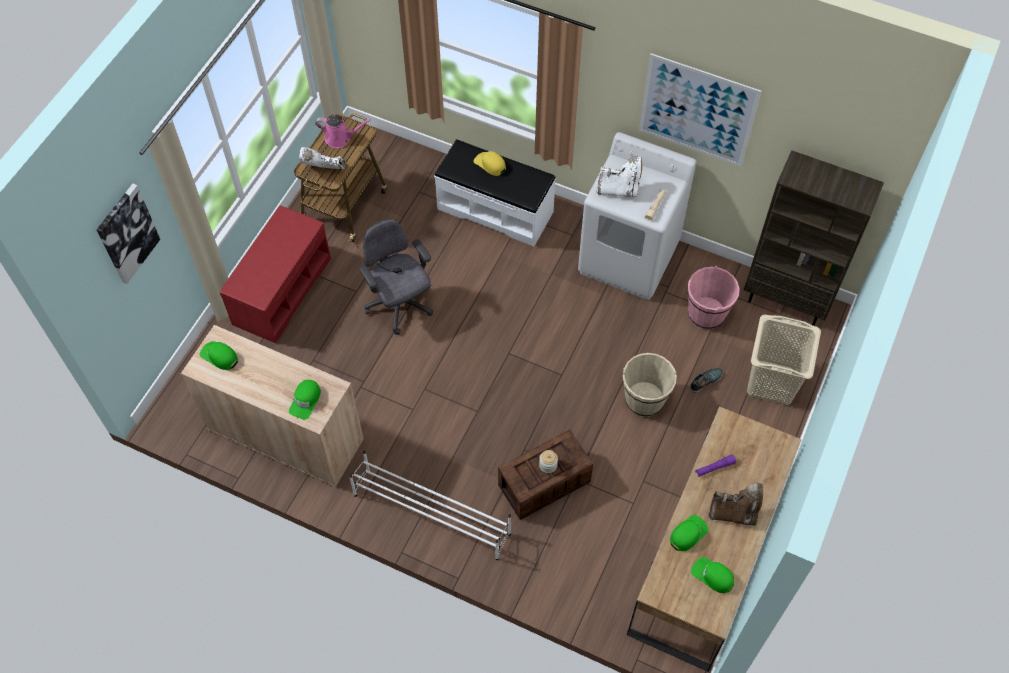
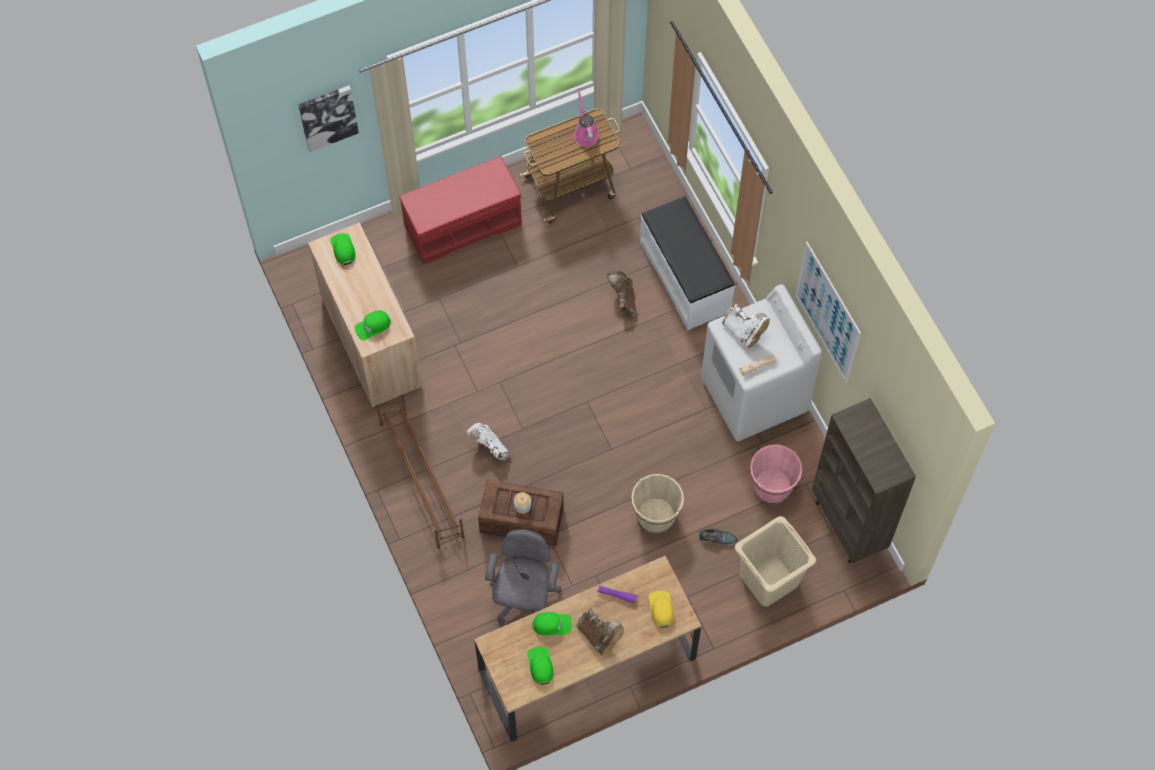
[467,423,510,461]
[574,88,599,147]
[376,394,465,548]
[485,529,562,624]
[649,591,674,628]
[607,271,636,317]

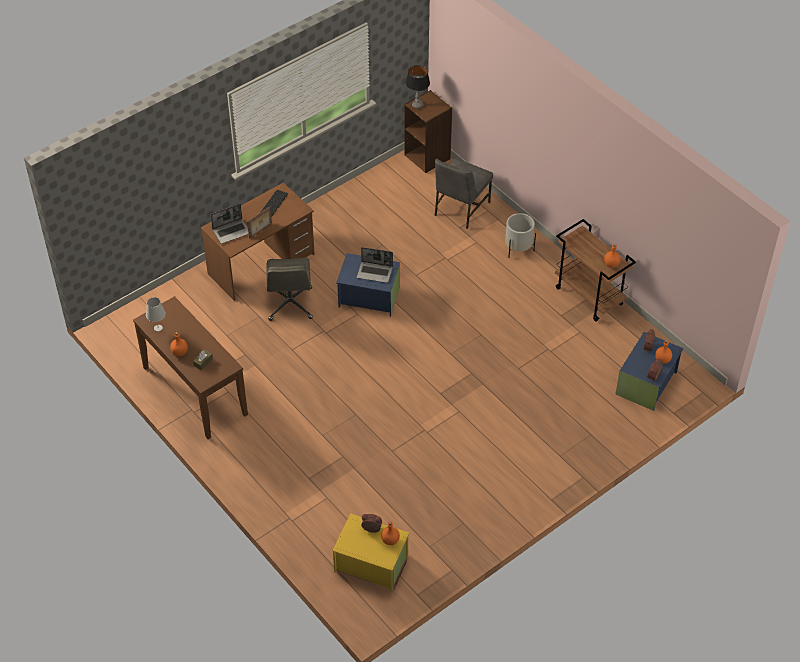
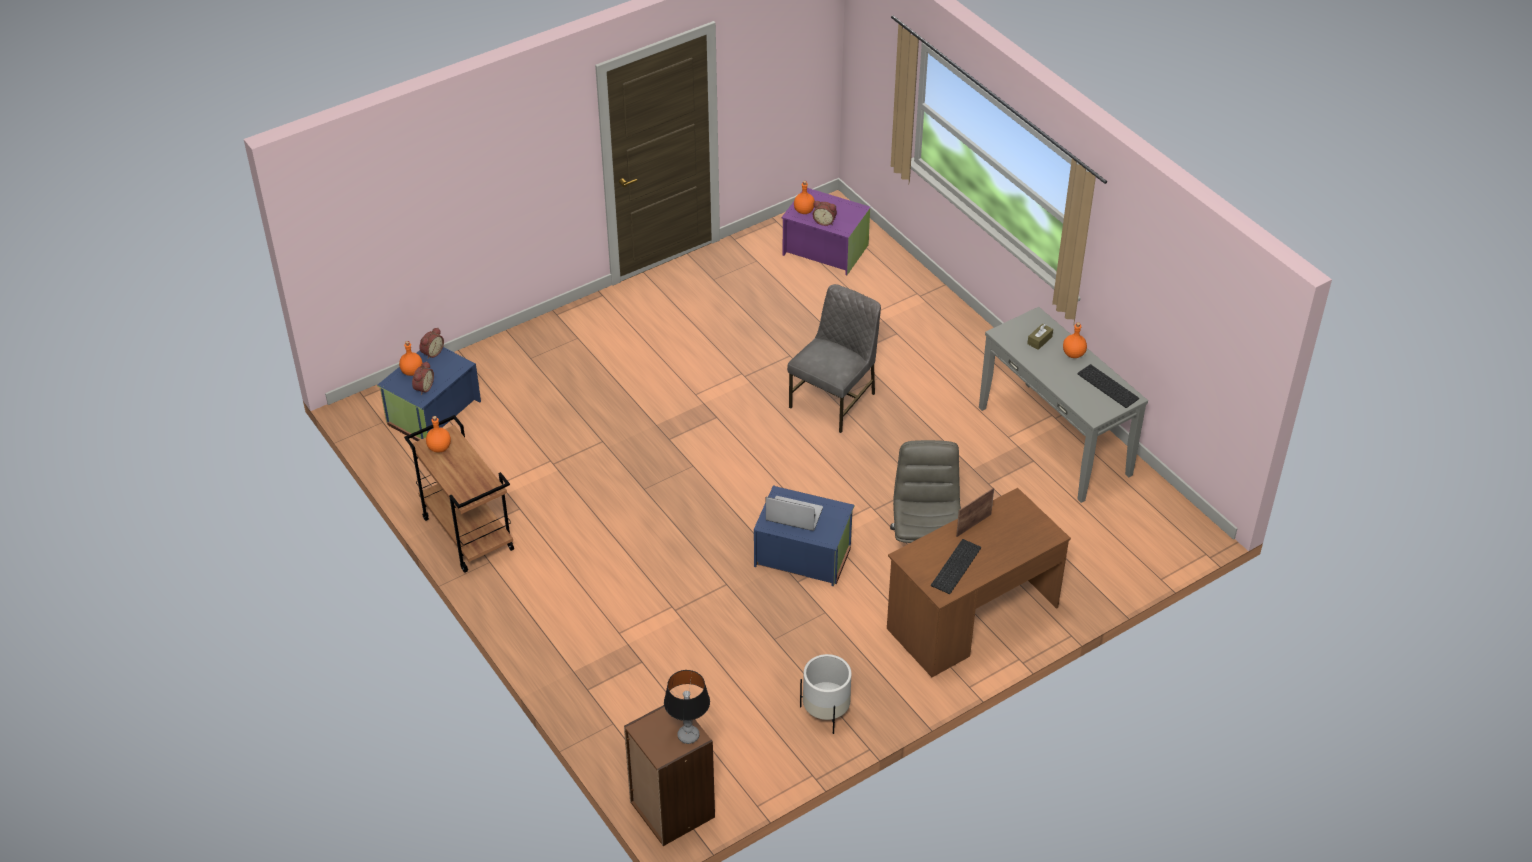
[979,307,1148,503]
[1077,364,1139,408]
[211,204,248,244] (first image)
[782,188,870,275]
[787,284,881,433]
[800,654,852,734]

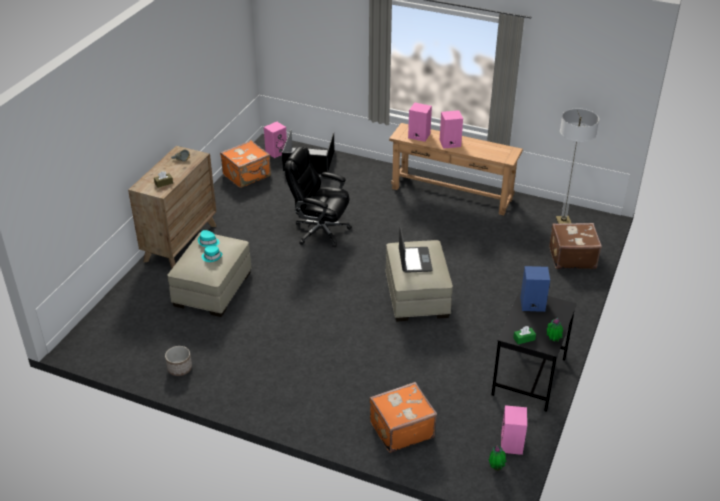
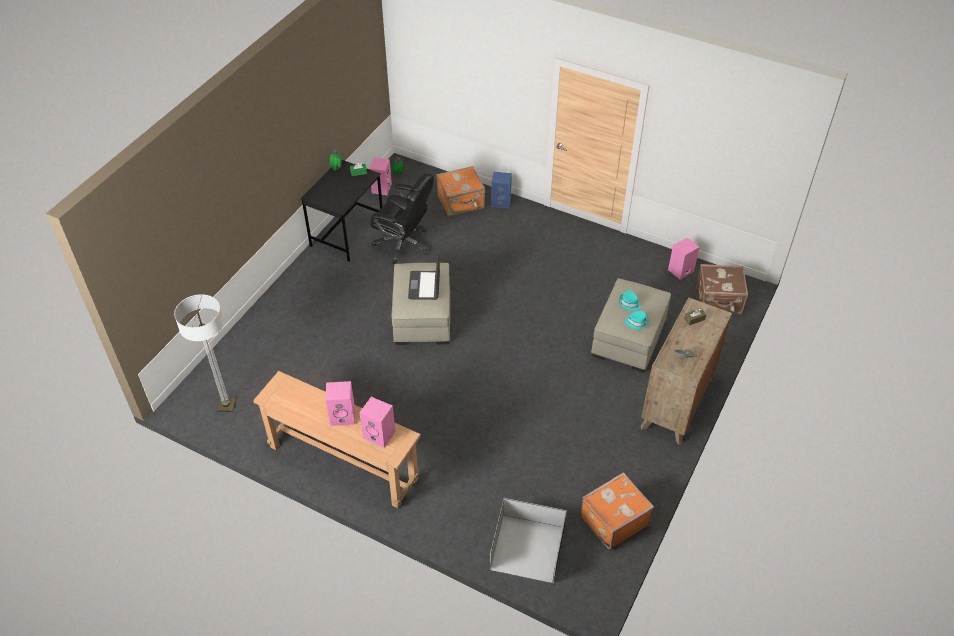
[165,346,192,376] (first image)
[668,237,700,279]
[370,173,434,264]
[491,172,512,208]
[696,264,748,314]

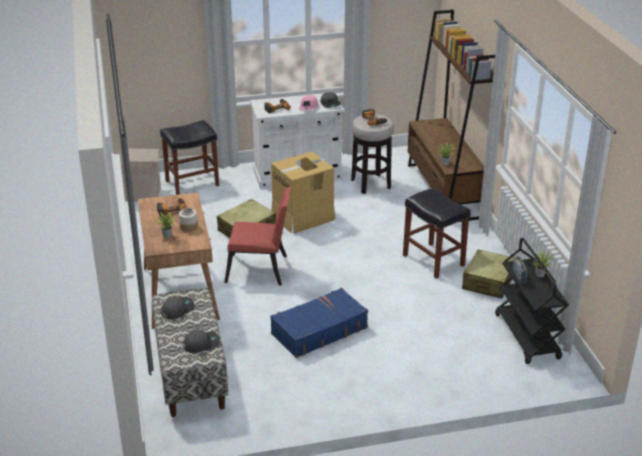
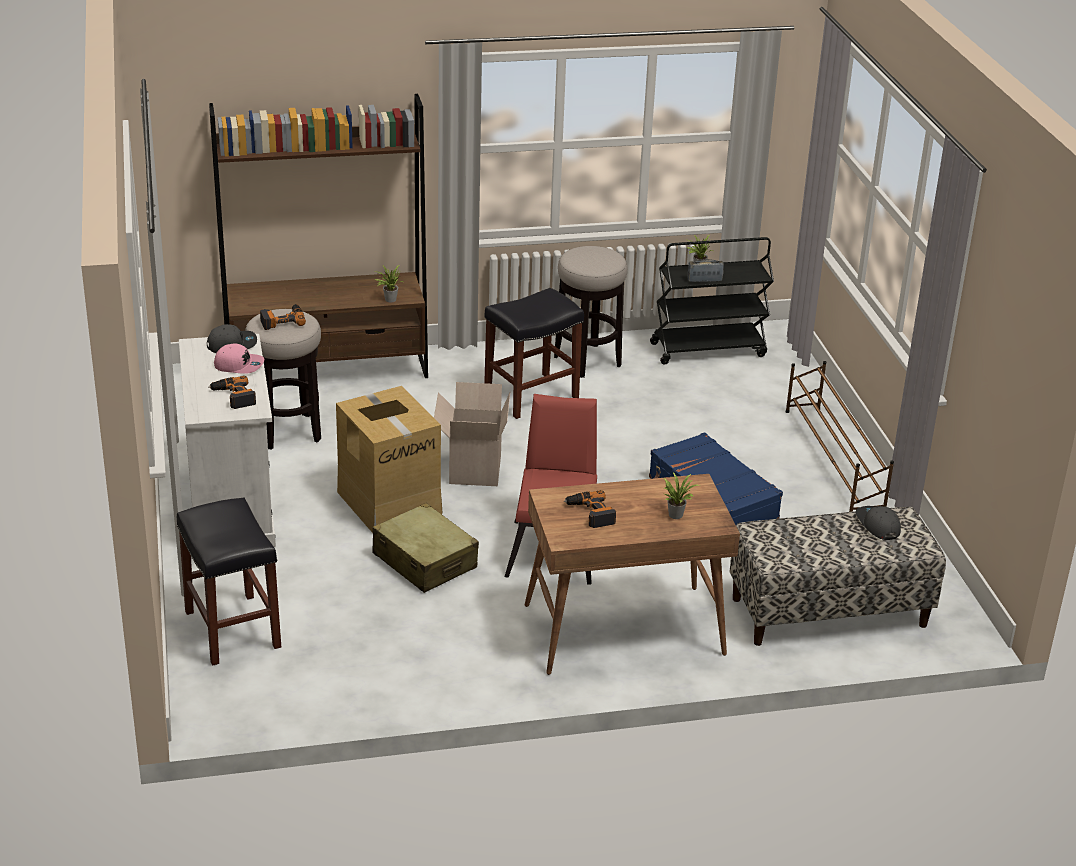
[434,382,510,486]
[161,297,195,320] (first image)
[179,208,198,232] (first image)
[554,246,628,378]
[786,361,894,512]

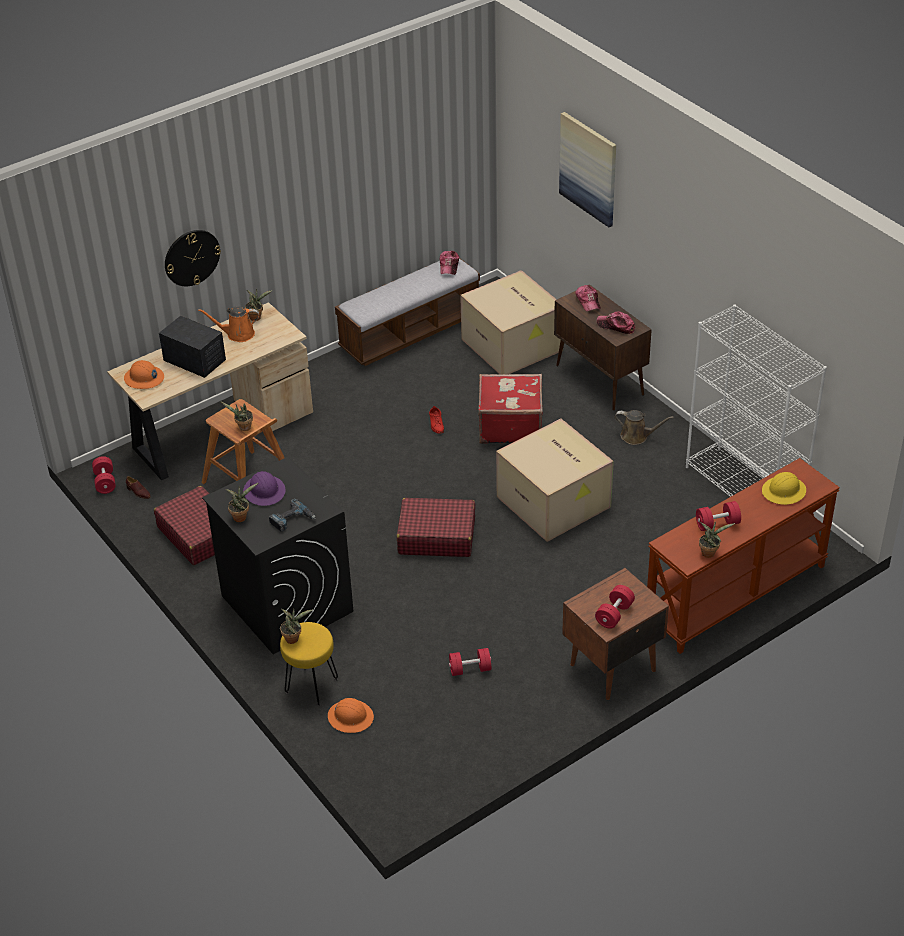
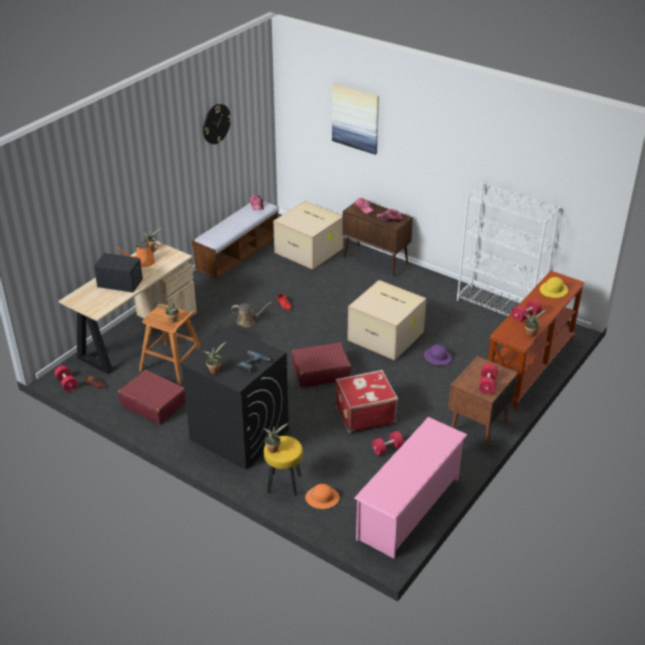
[124,360,164,389] (first image)
[203,104,232,144]
[424,344,452,365]
[335,370,398,434]
[231,302,272,327]
[354,417,467,559]

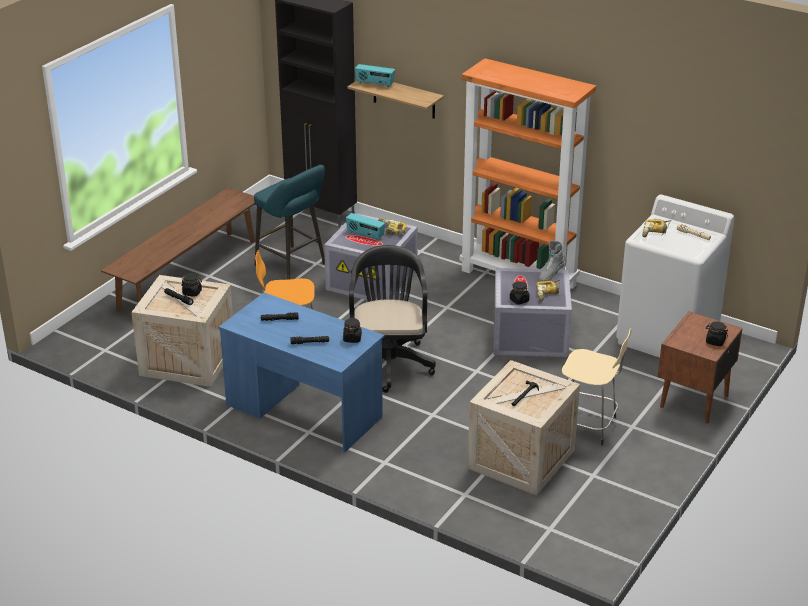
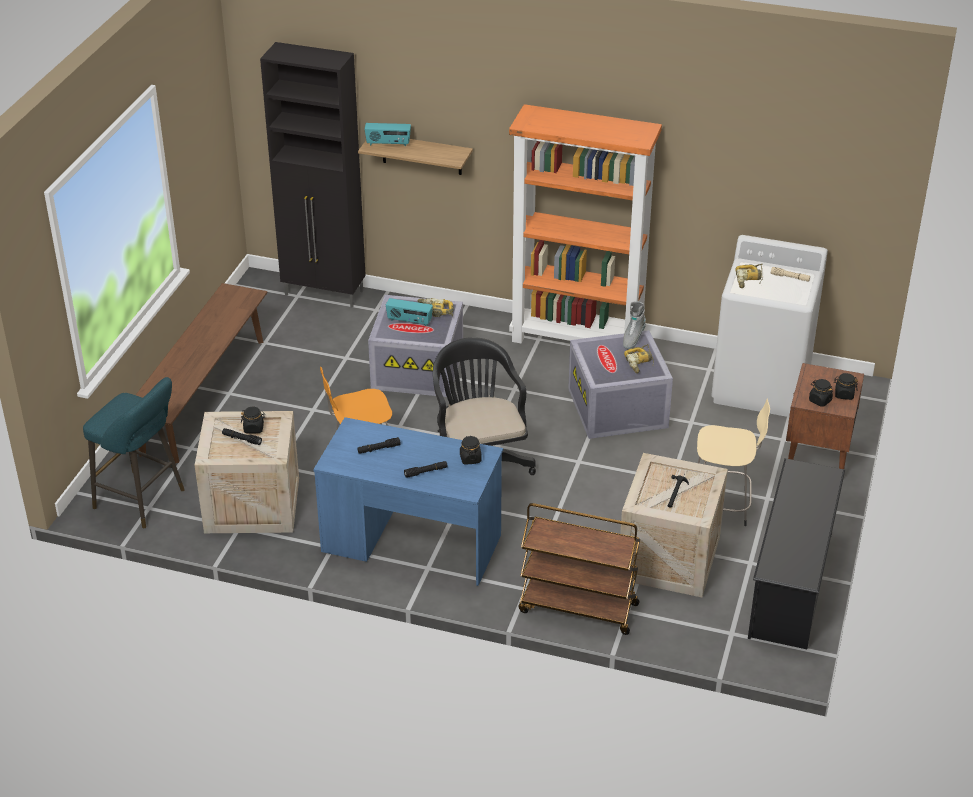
[83,377,185,528]
[809,379,833,407]
[518,503,640,635]
[748,458,845,649]

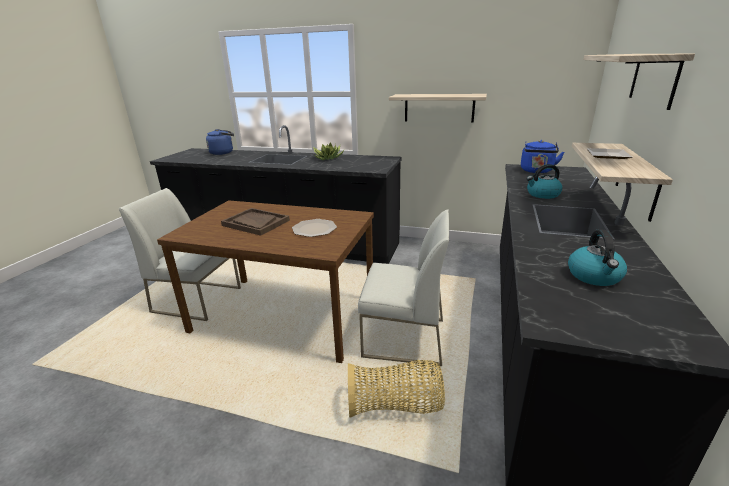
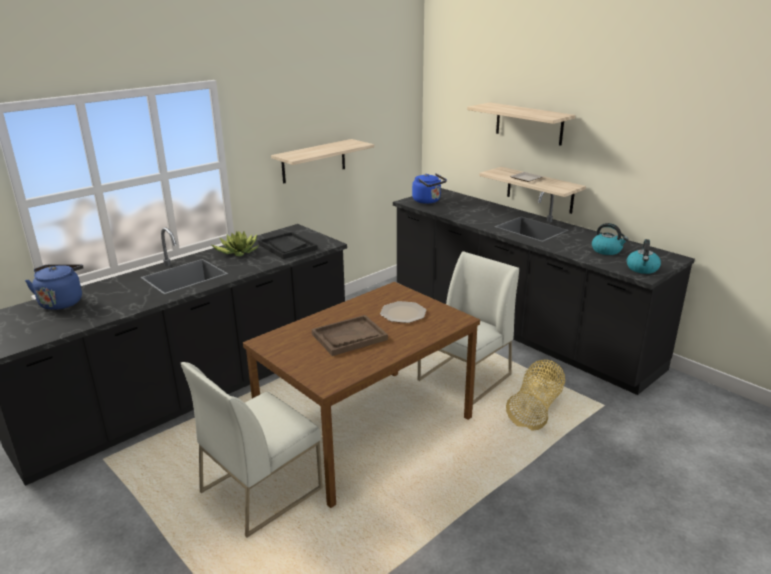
[627,239,661,274]
[258,232,318,259]

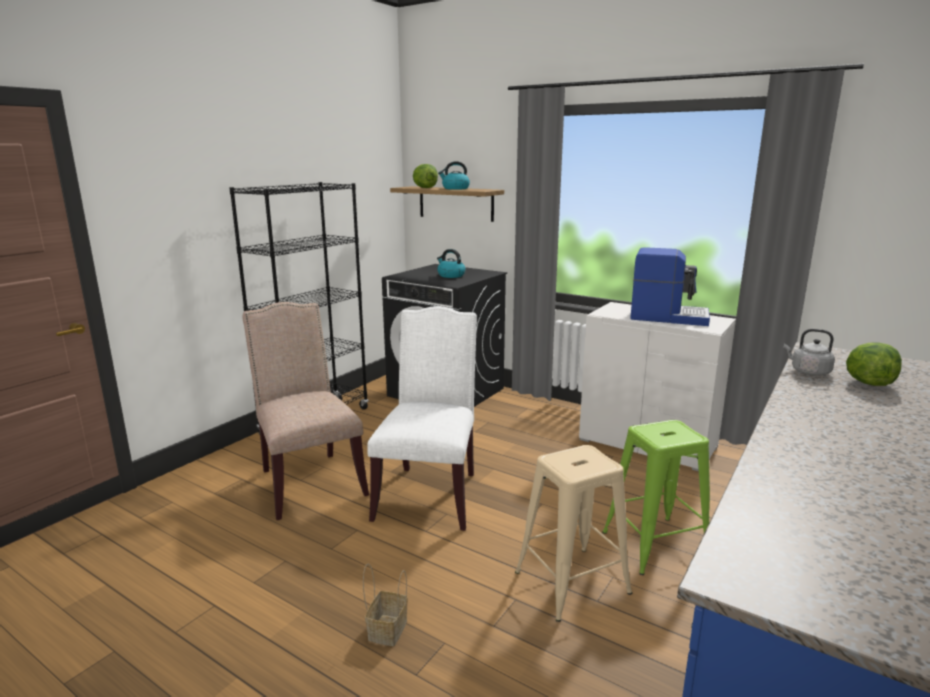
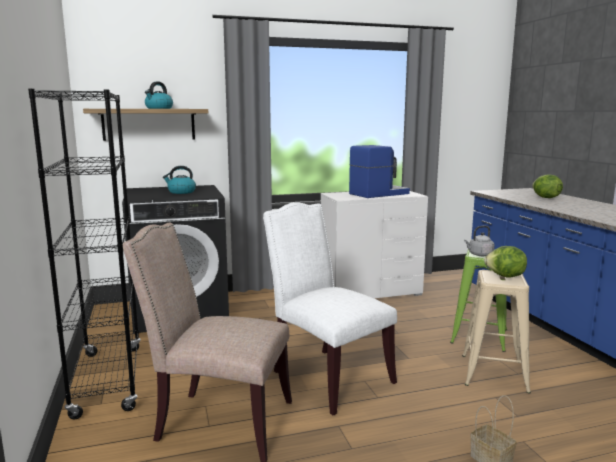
[484,246,527,278]
[464,226,495,256]

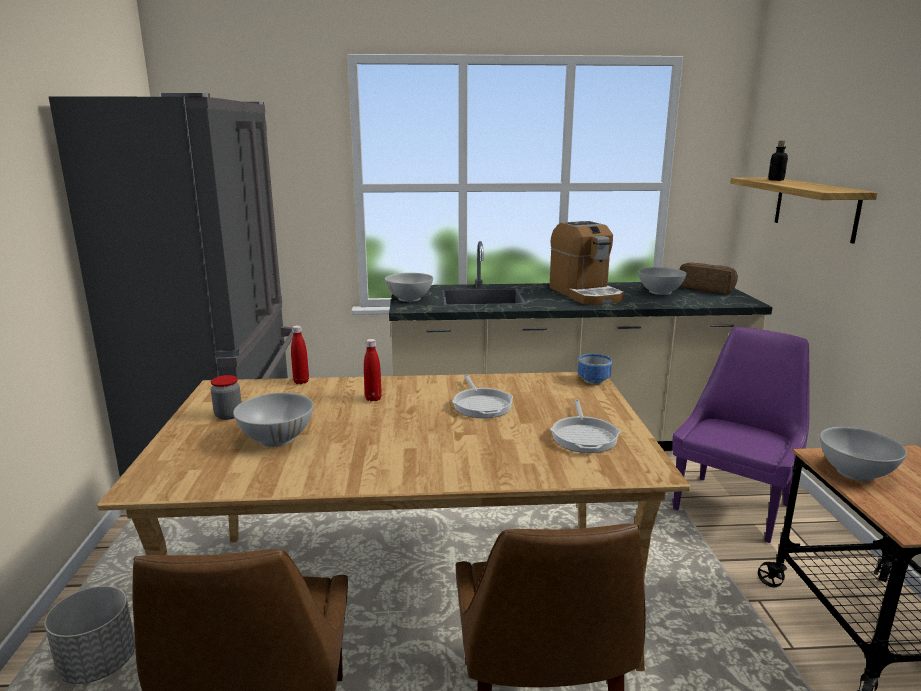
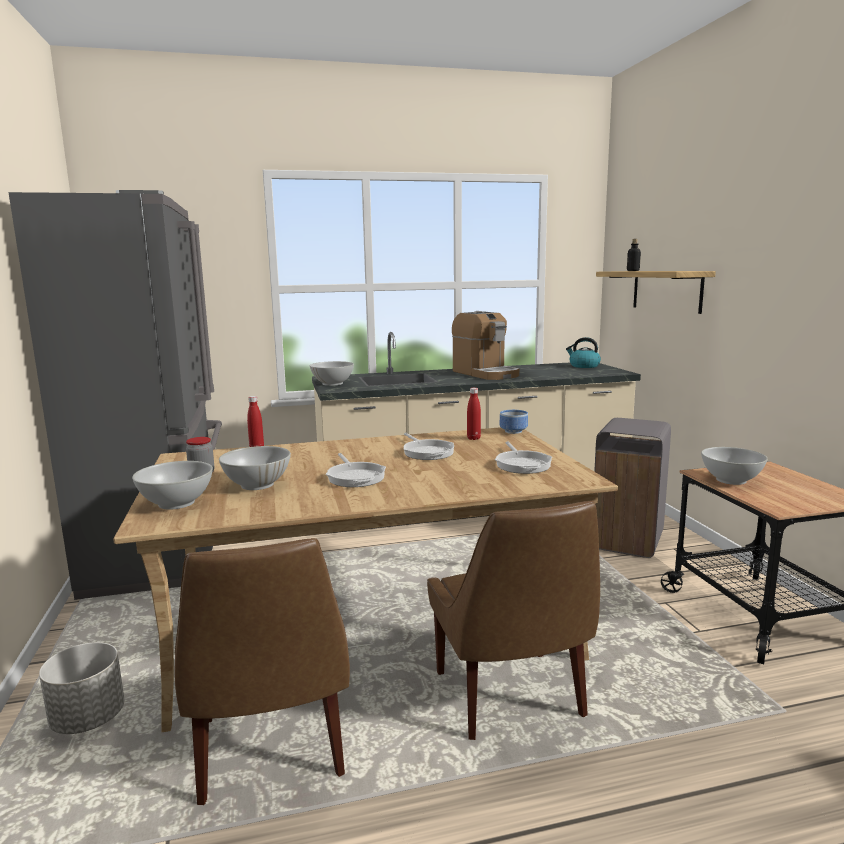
[467,388,481,440]
[132,461,213,510]
[594,418,671,558]
[566,337,601,368]
[326,453,386,487]

